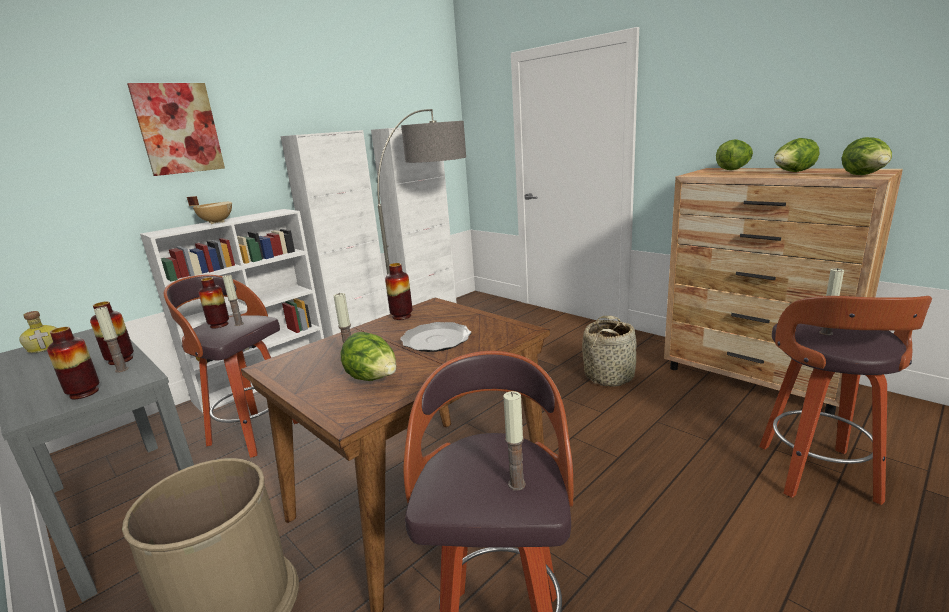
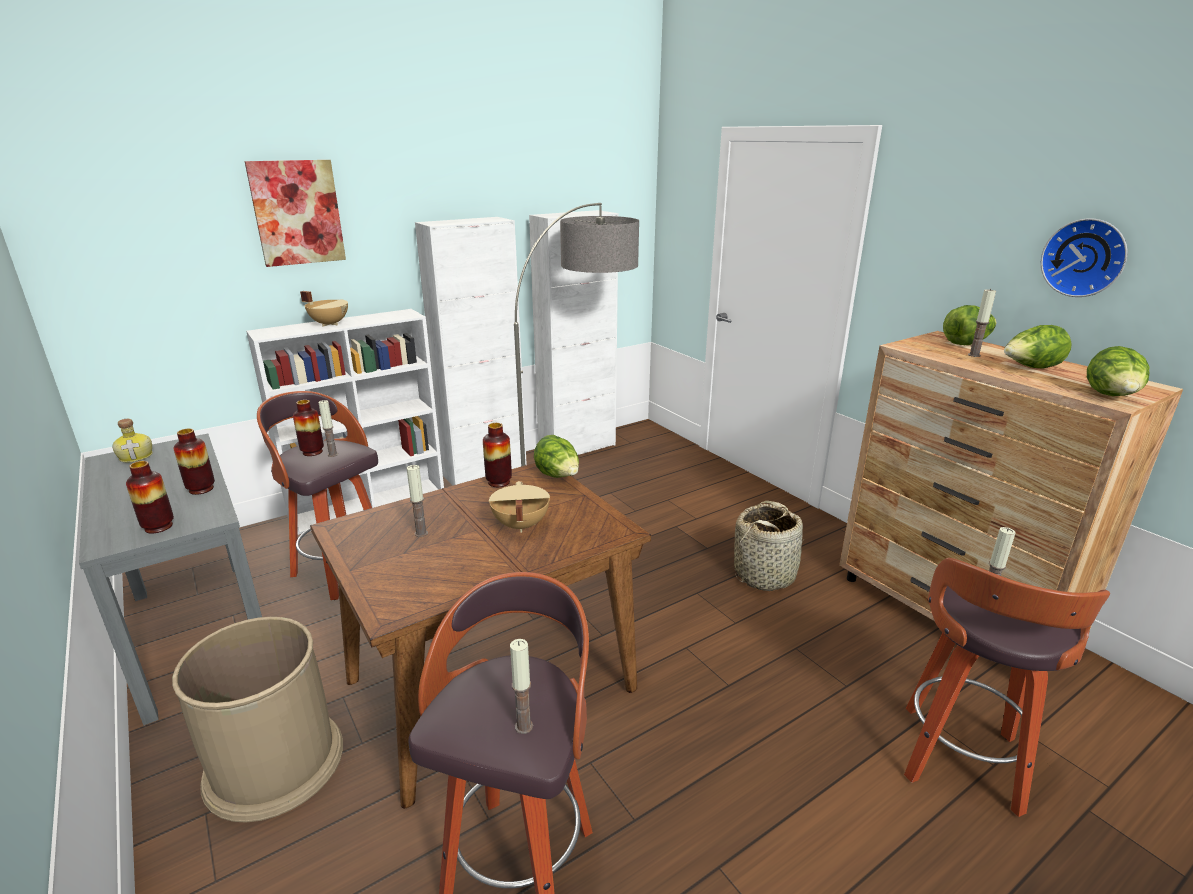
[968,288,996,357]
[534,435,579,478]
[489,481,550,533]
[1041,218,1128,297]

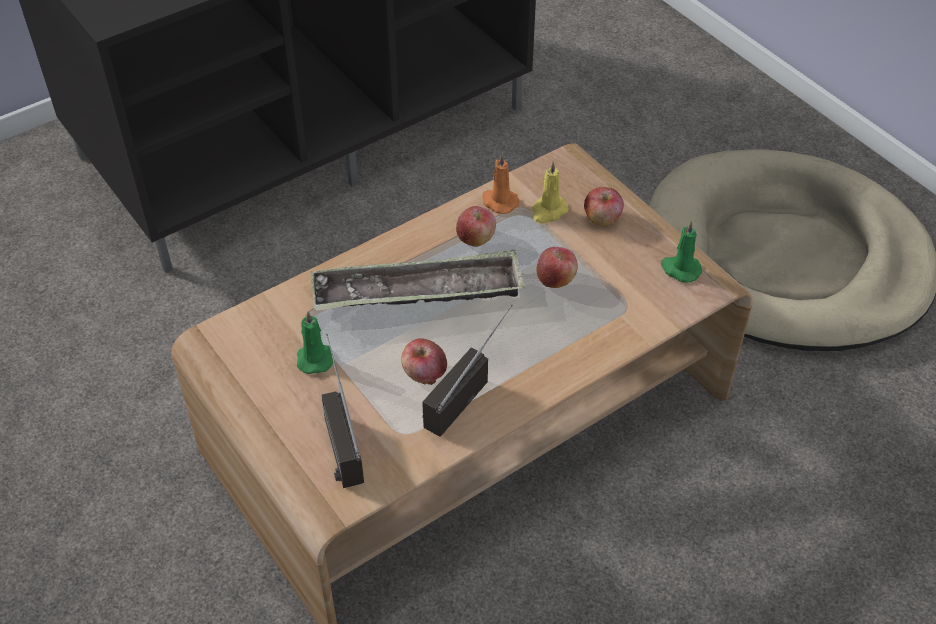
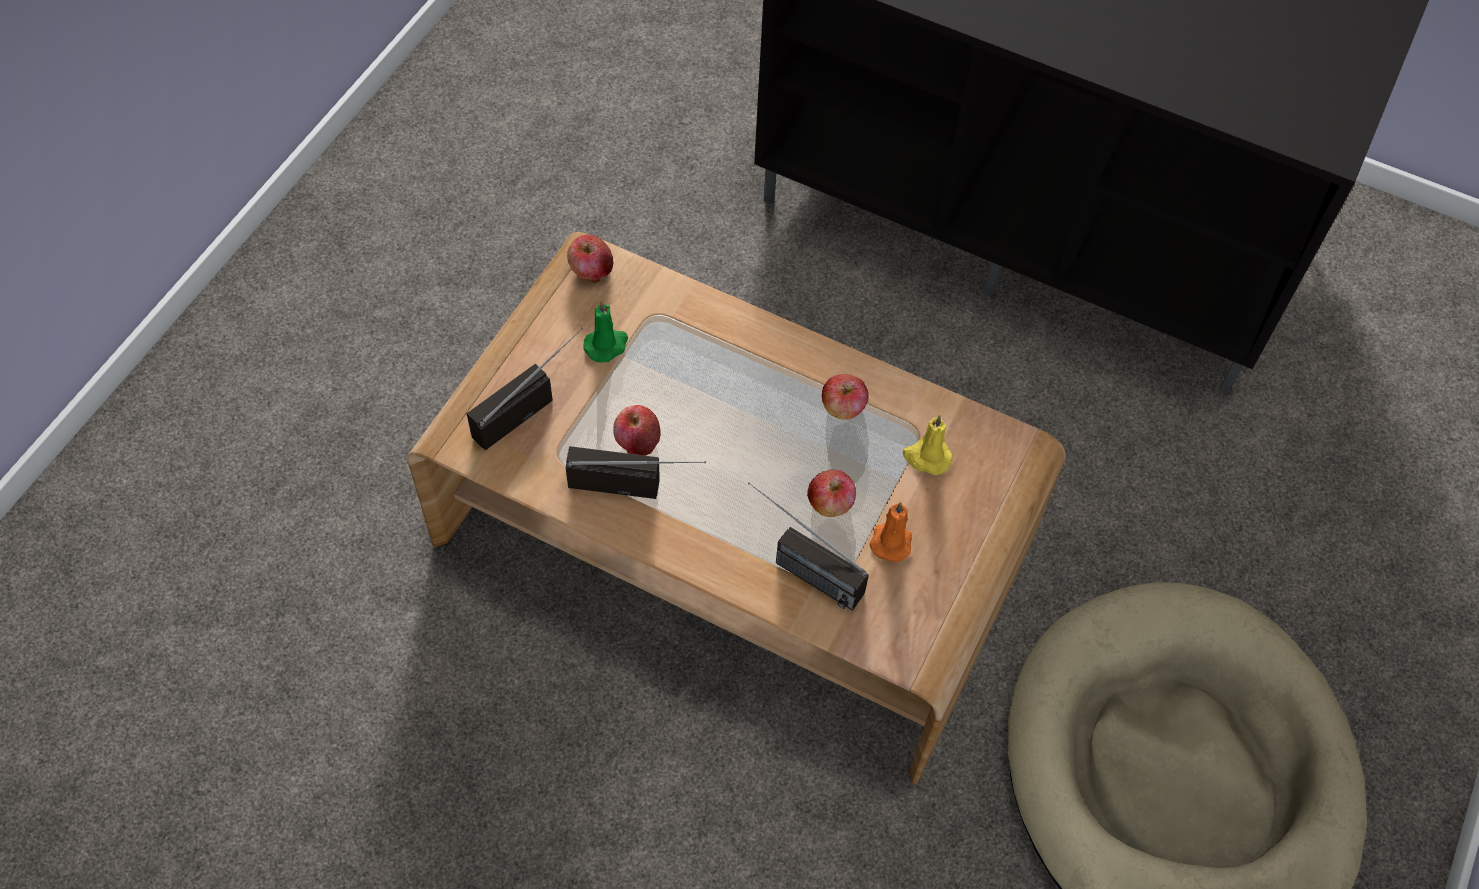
[310,250,524,311] (first image)
[870,502,912,562]
[567,235,613,283]
[661,221,702,282] (first image)
[748,482,869,610]

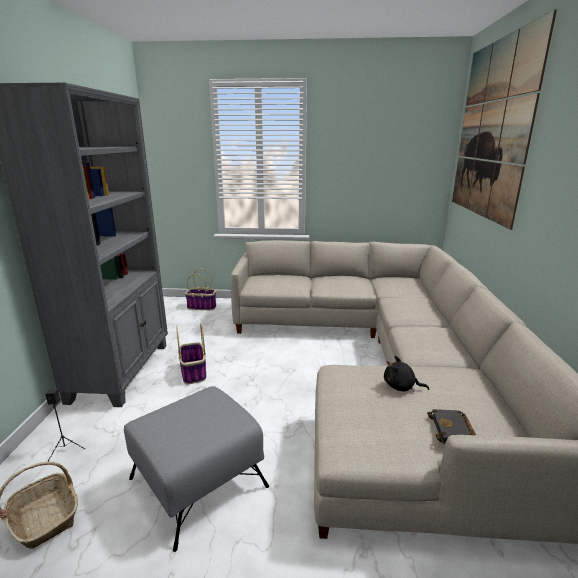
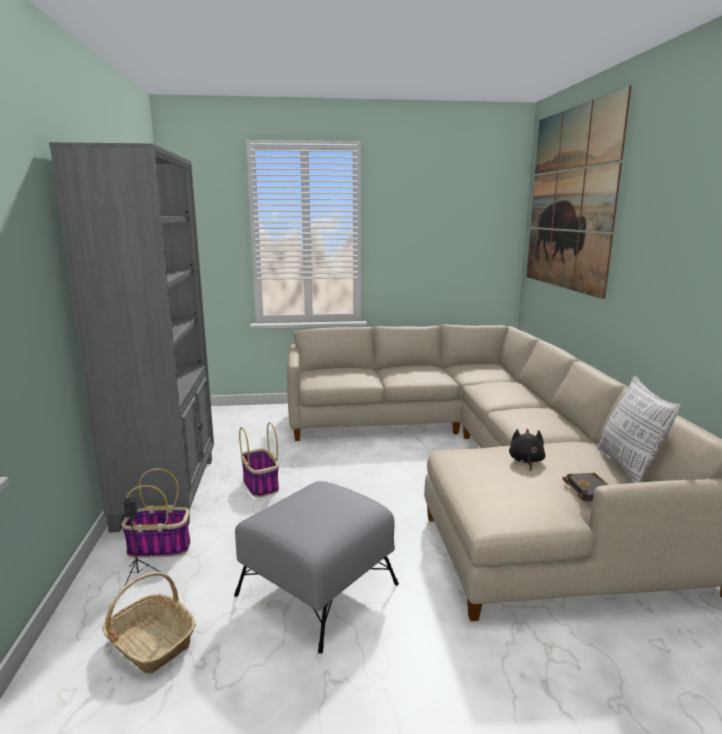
[121,468,190,558]
[509,428,545,471]
[597,376,682,483]

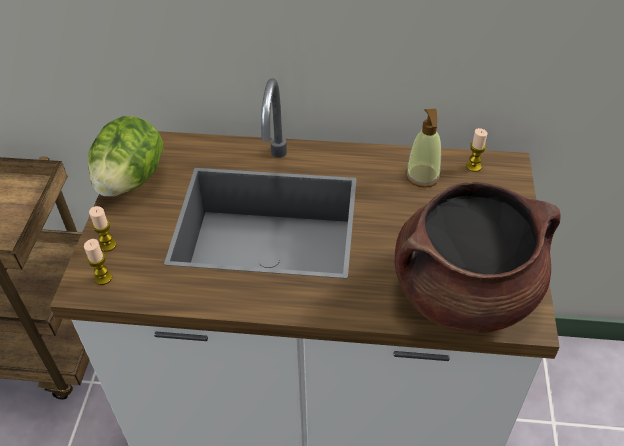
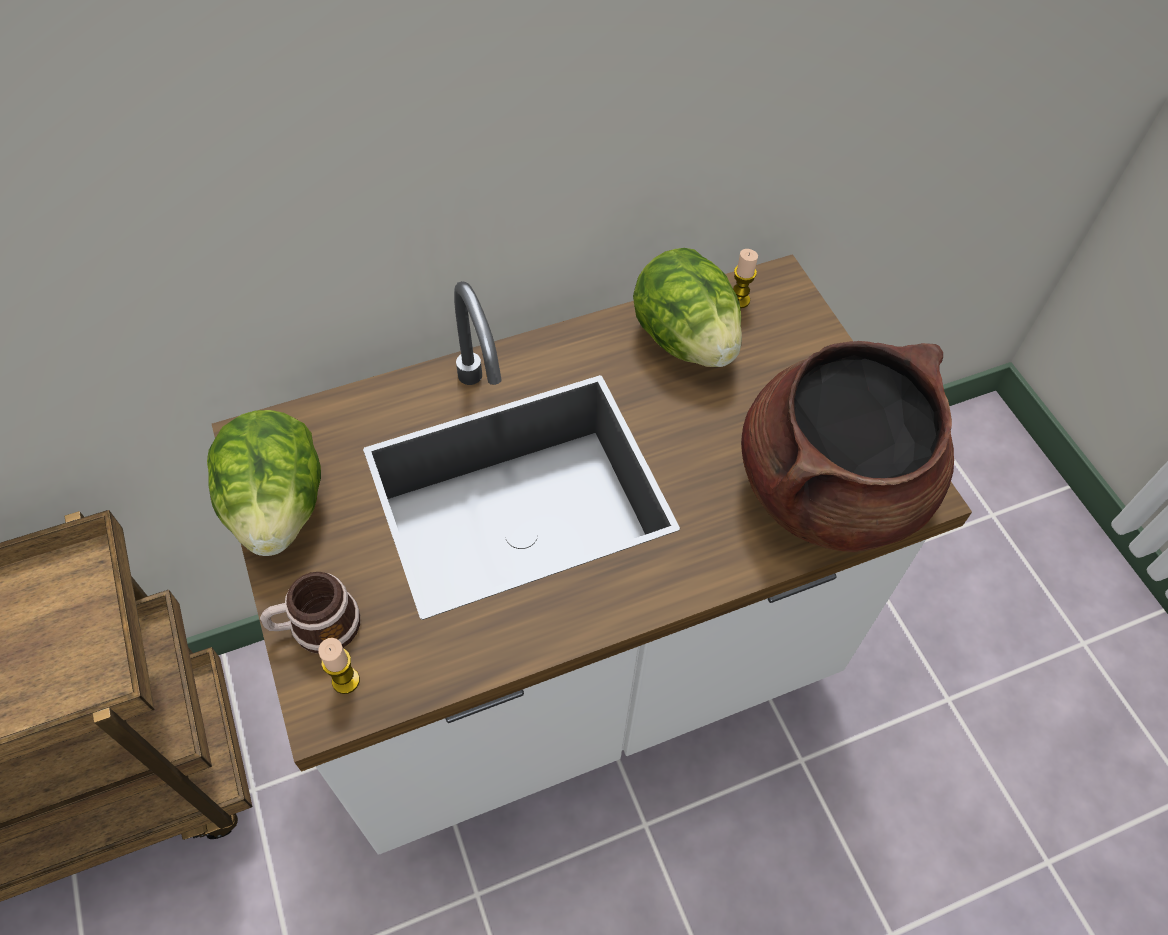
[260,572,360,654]
[633,248,742,367]

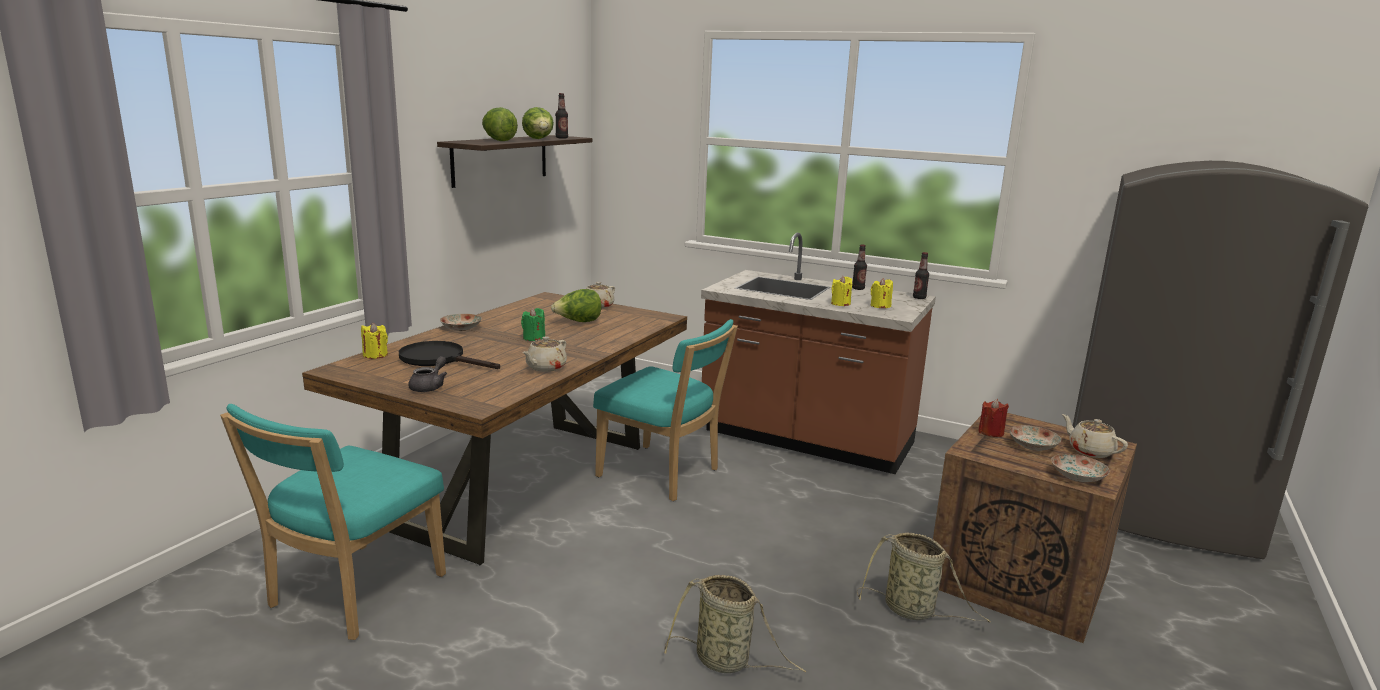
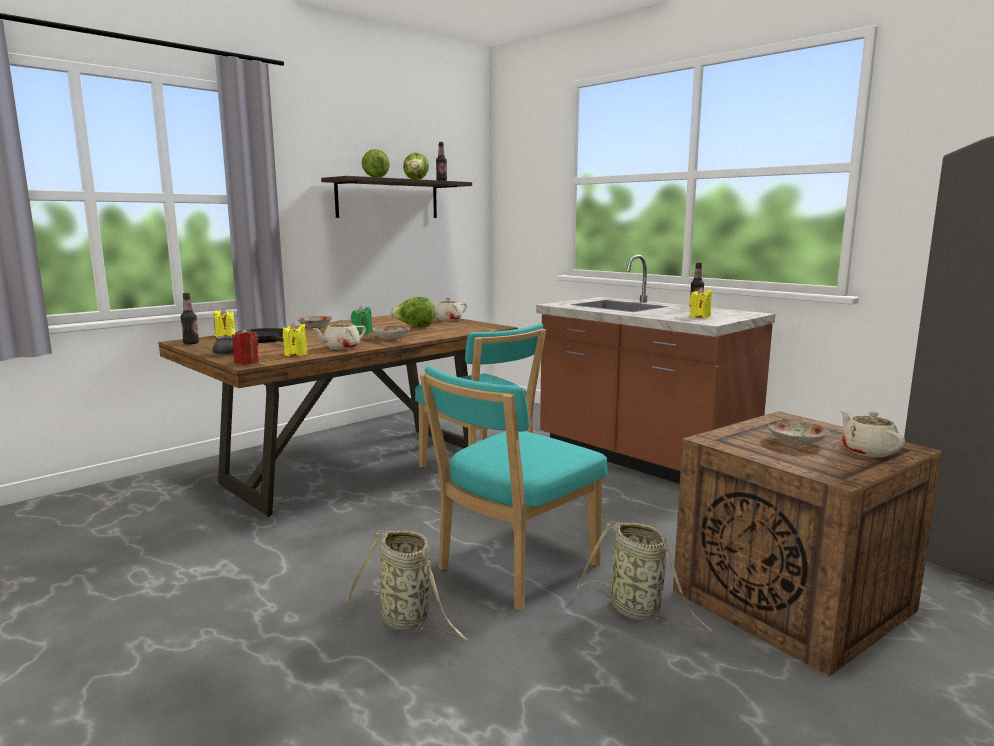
[420,366,607,611]
[283,322,308,356]
[181,293,199,344]
[232,328,259,365]
[372,326,410,339]

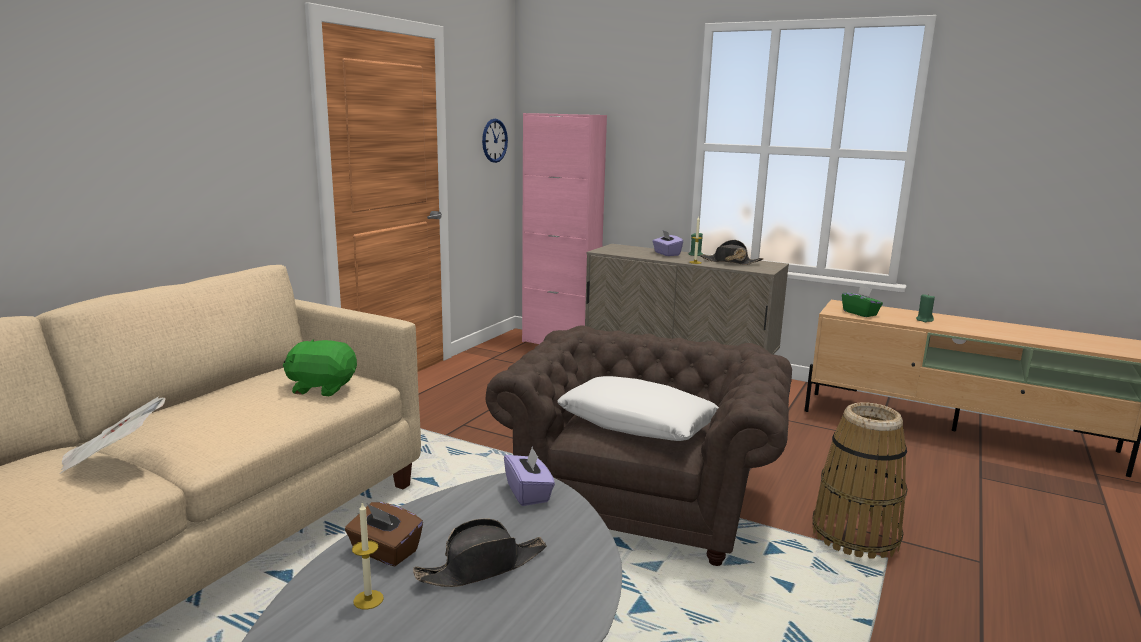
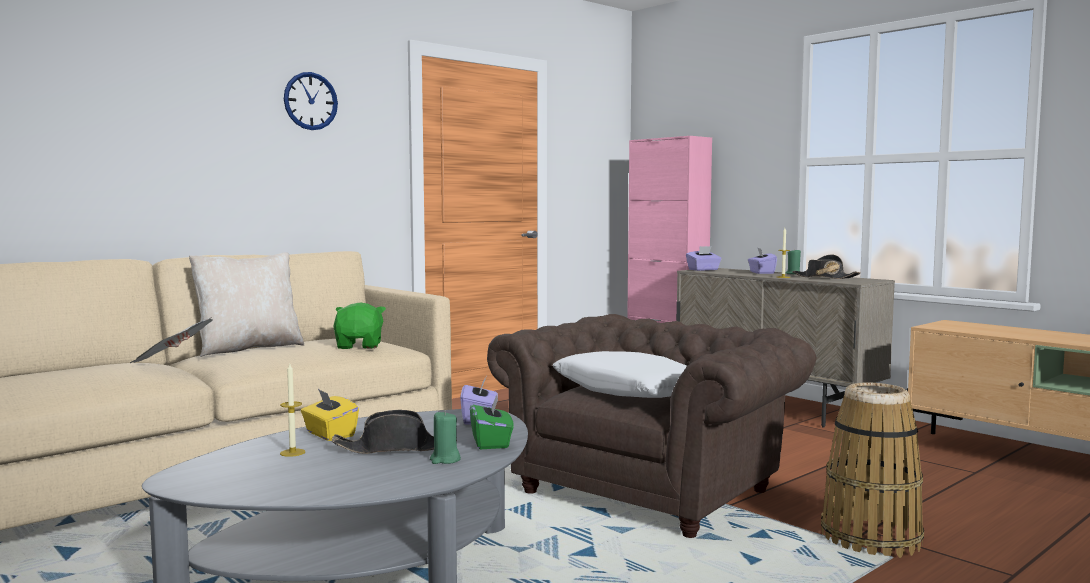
[333,302,386,349]
[301,389,359,441]
[284,72,338,130]
[470,394,514,449]
[430,411,461,464]
[189,252,304,357]
[686,246,721,271]

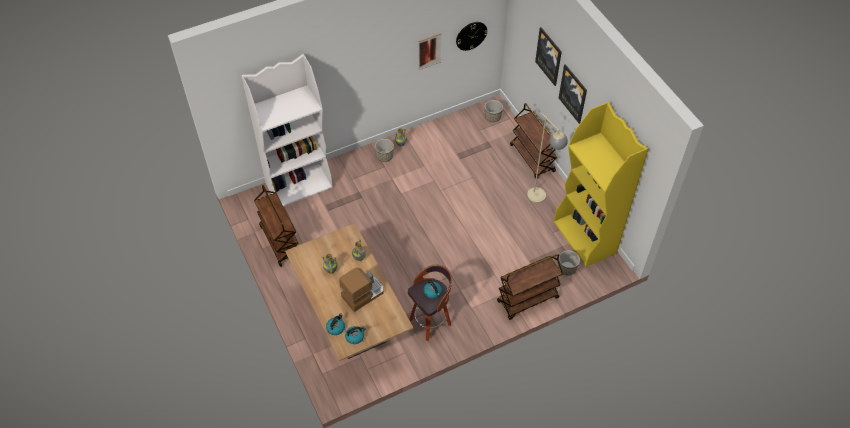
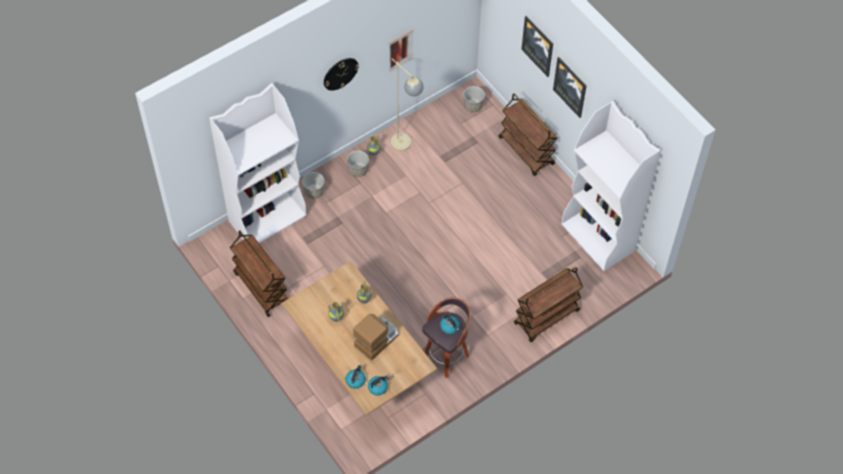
[324,58,359,91]
[391,59,424,151]
[561,101,661,271]
[302,172,324,199]

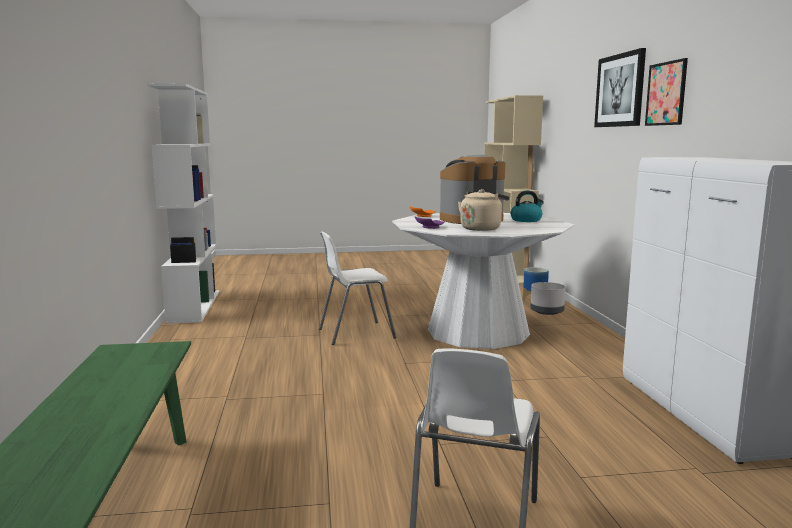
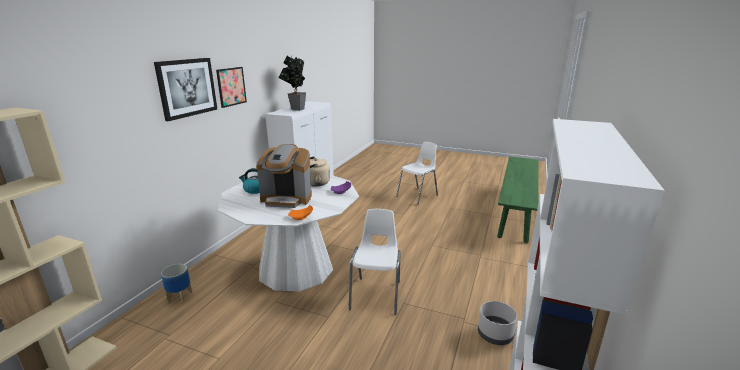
[349,209,401,315]
[478,301,517,345]
[279,56,306,111]

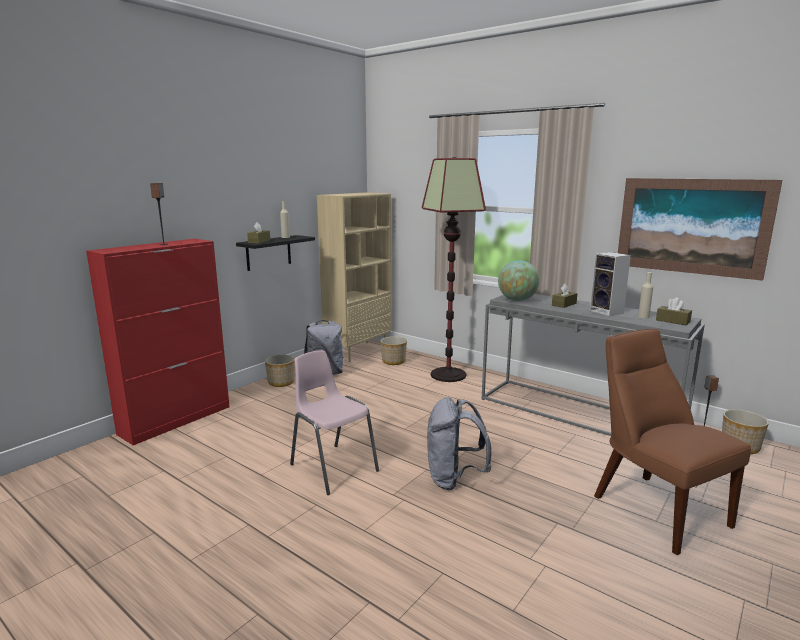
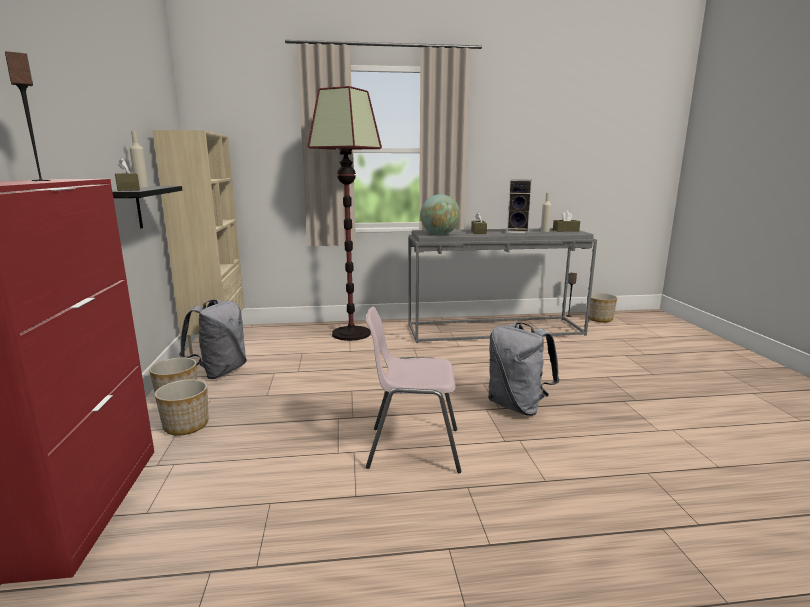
[155,379,209,436]
[594,329,751,555] (first image)
[618,178,782,281] (first image)

